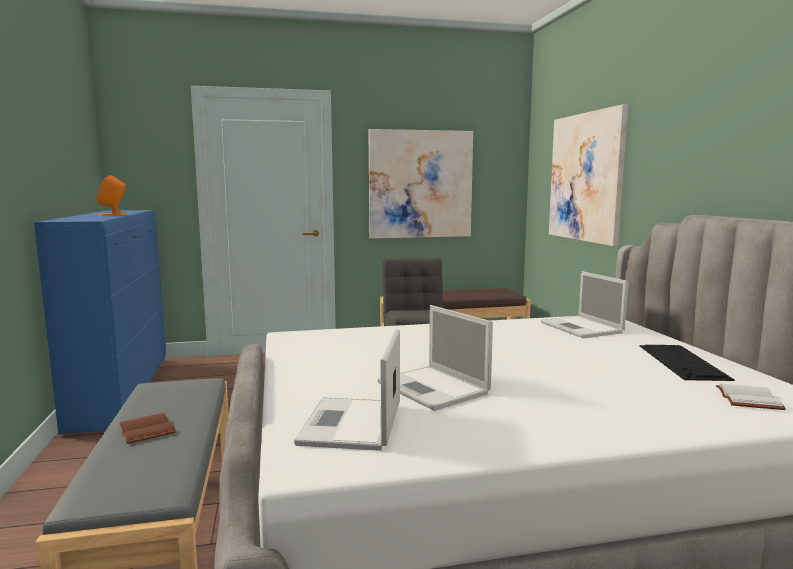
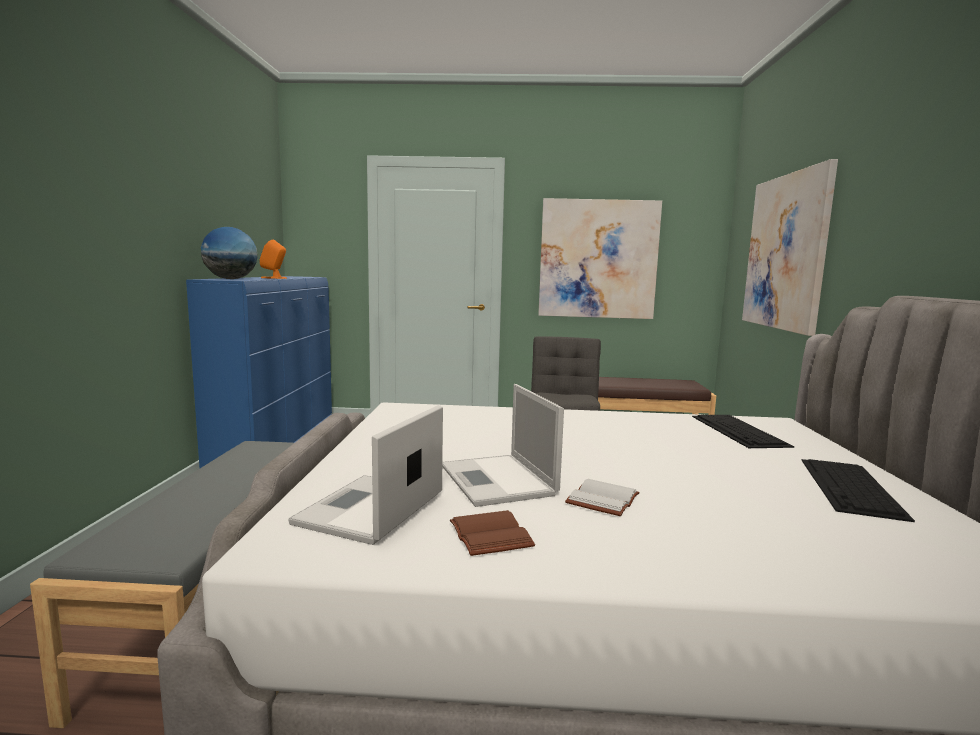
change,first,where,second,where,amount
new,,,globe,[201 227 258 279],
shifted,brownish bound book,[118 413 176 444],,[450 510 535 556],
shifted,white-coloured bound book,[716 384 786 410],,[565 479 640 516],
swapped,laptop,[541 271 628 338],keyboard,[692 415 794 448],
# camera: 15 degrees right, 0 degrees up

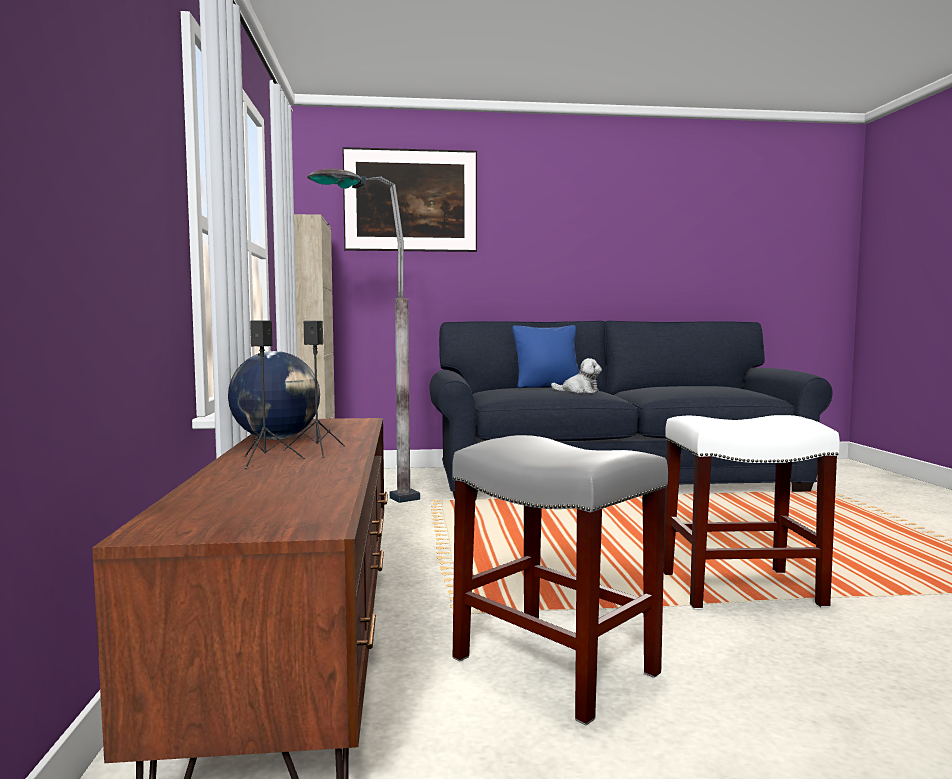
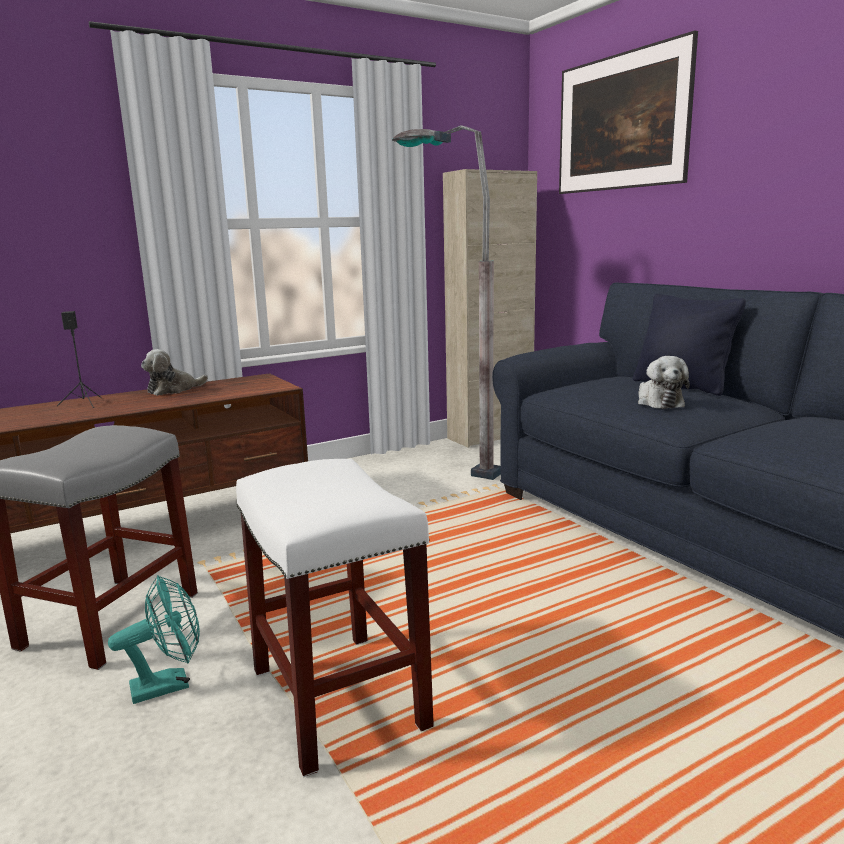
change,first,where,second,where,amount
new,,,turquoise cooling fan,[108 575 200 704],
swapped,globe,[228 351 320 440],cuddly toy,[141 349 208 396],
repainted,blue pillow,[512 325 579 388],blackish pillow,[633 294 746 396],
gone,blackish speaker,[284 321 345 458],,,
# camera: 65 degrees right, 10 degrees up

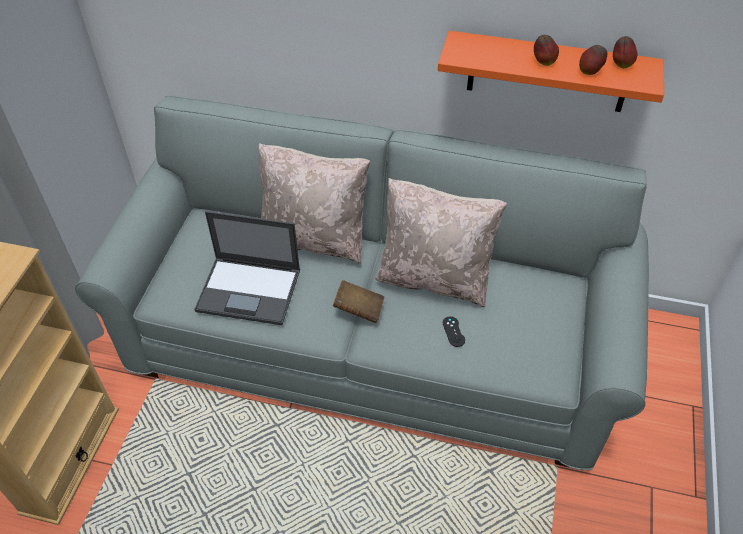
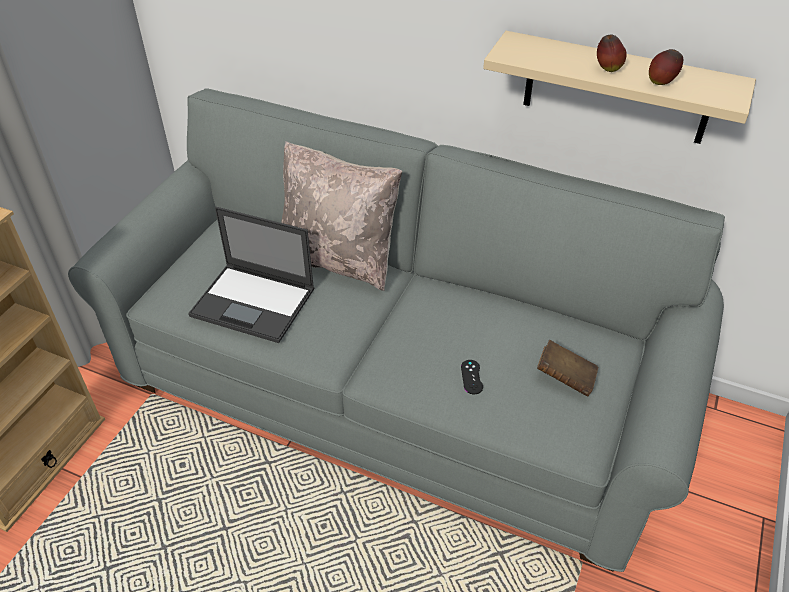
change,first,where,second,where,amount
repainted,orange-coloured bracket shelf,[438 31 664 112],beige bracket shelf,[483 31 756 144],
shifted,brownish bound book,[333 280 384 323],,[537 340 598 397],
gone,beige pillow,[375 178 507 307],,,
gone,apple fruit,[613 36 638 68],,,
# camera: 10 degrees right, 5 degrees down

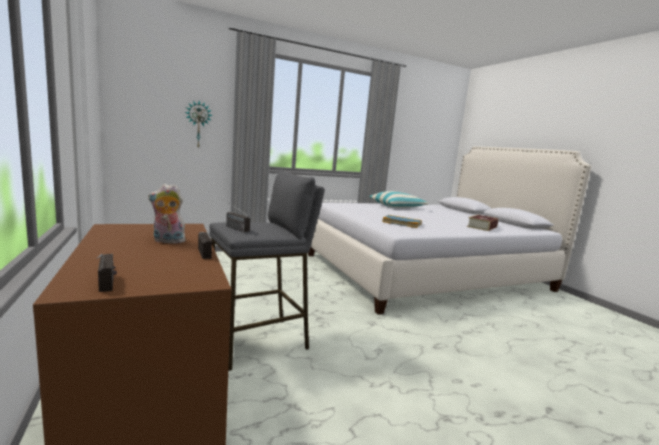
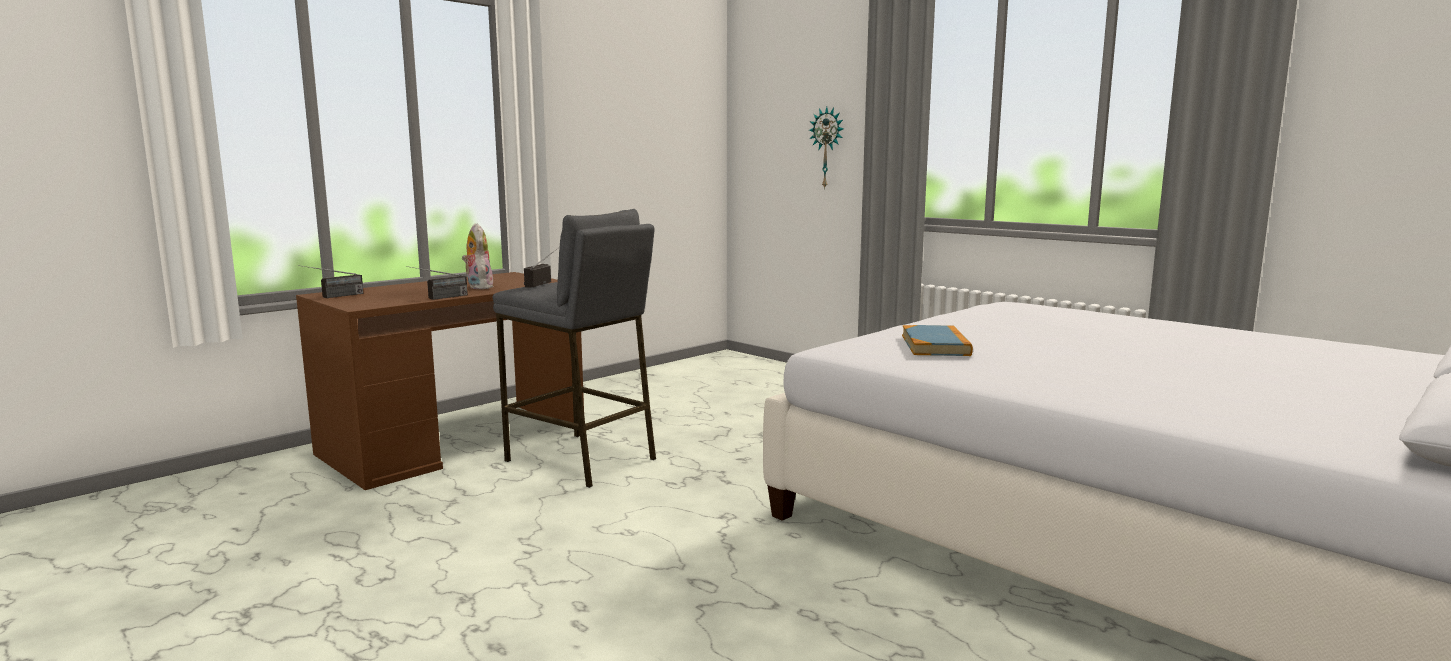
change,first,where,second,where,amount
gone,pillow,[370 191 429 208],,,
gone,bound book,[467 215 498 231],,,
# camera: 70 degrees right, 0 degrees up

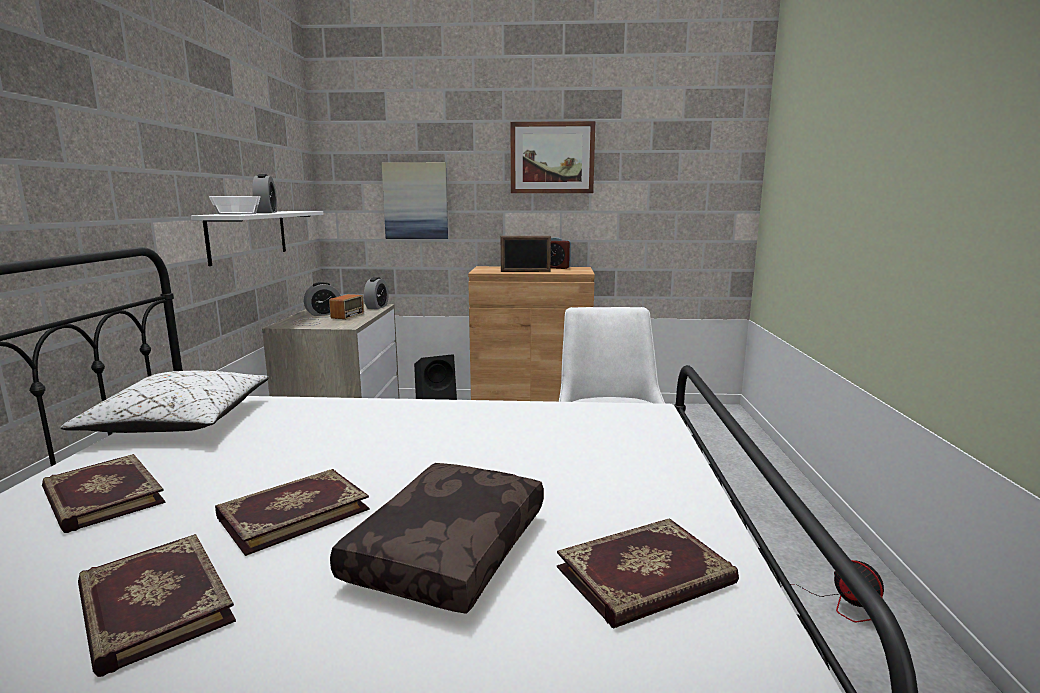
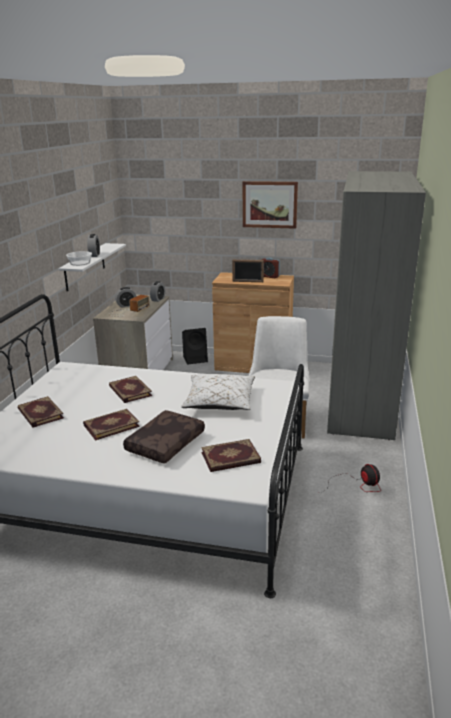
change,first,where,second,where,amount
shifted,bound book,[78 534 236 677],,[109 376 152 403],
shifted,white-coloured pillow,[60 370 269 433],,[181 374 255 410],
new,,,greyish armoire,[327 171 426 440],
gone,picture,[382 162 448 239],,,
# camera: 10 degrees right, 10 degrees up

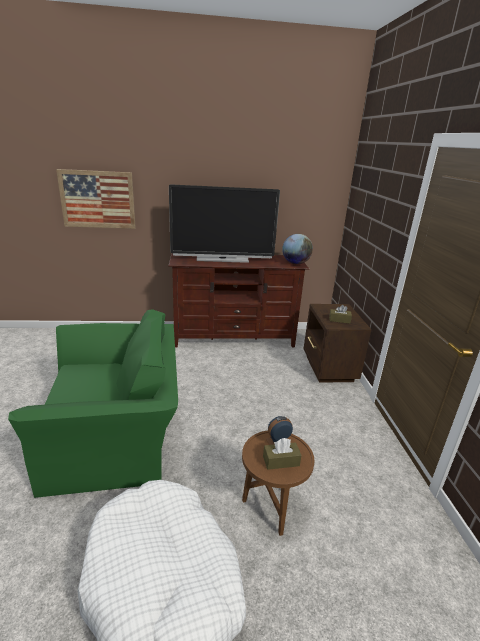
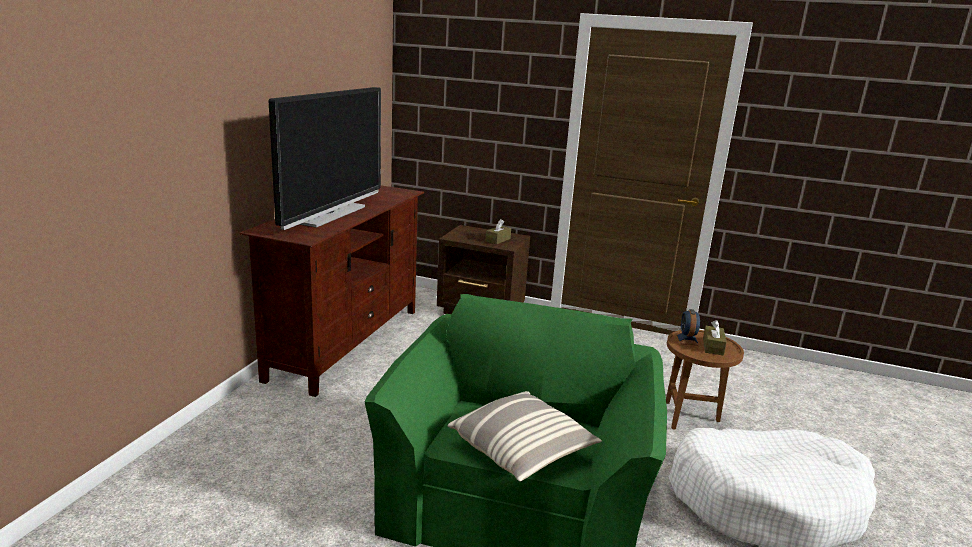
change,first,where,second,where,amount
new,,,pillow,[448 391 602 481],
gone,picture,[56 169 136 229],,,
gone,globe,[282 234 313 264],,,
# camera: 65 degrees left, 5 degrees down

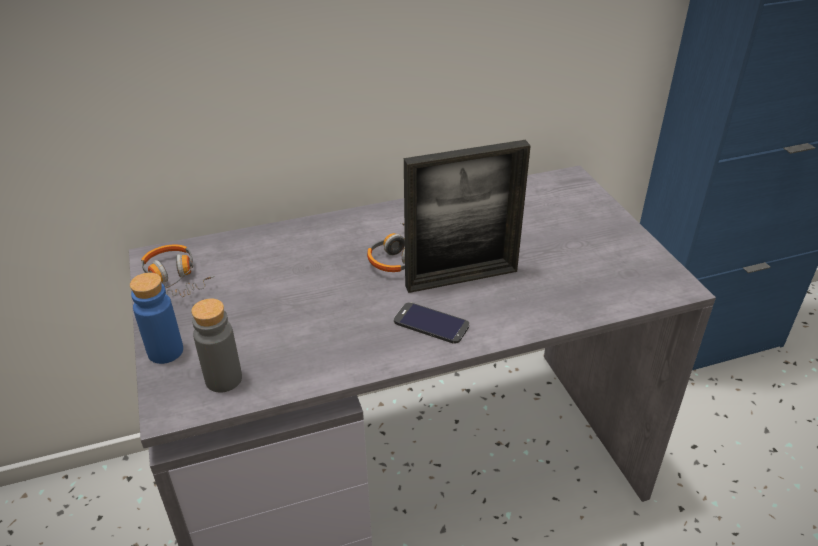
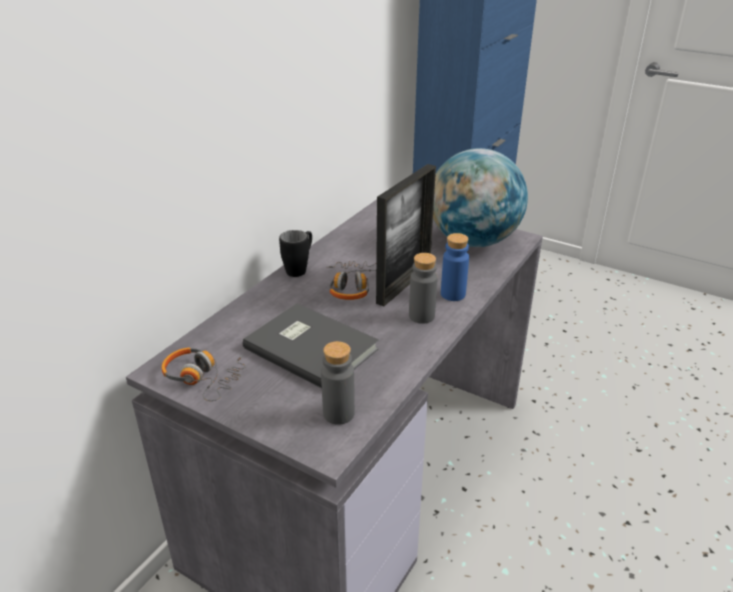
change,first,where,second,where,amount
new,,,greyish bound book,[243 303 379 388],
new,,,blackish tea mug,[279 230 312 277],
swapped,phone,[394 302 469 344],greyish beverage bottle,[409 253 438 324],
new,,,globe,[433 148 528 247],
shifted,blue beverage bottle,[130 272 183 364],,[441 233 469 301],
# camera: 40 degrees left, 5 degrees down

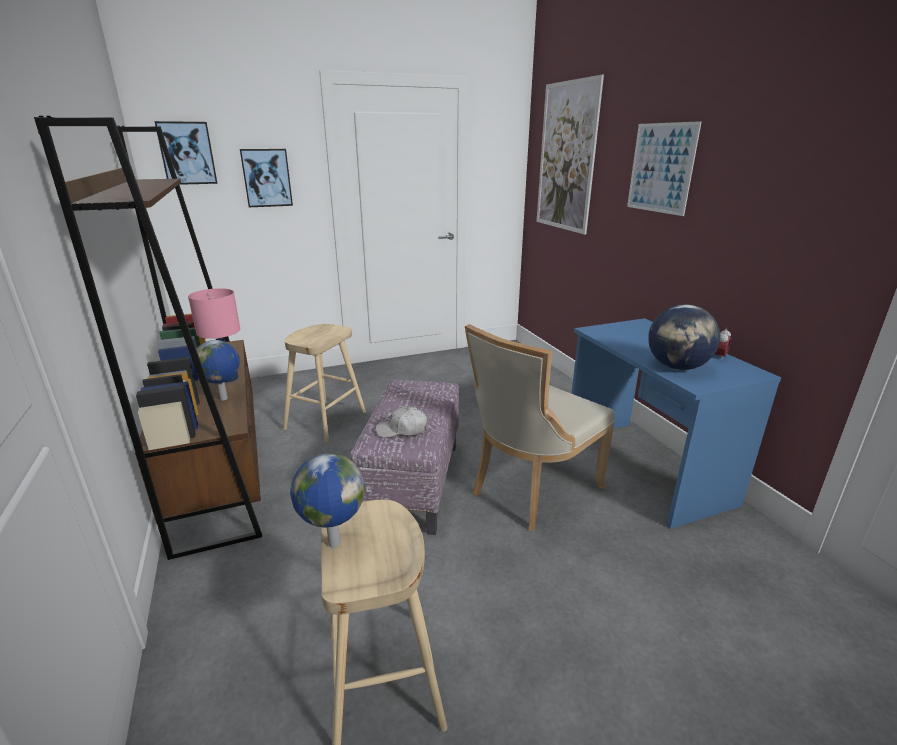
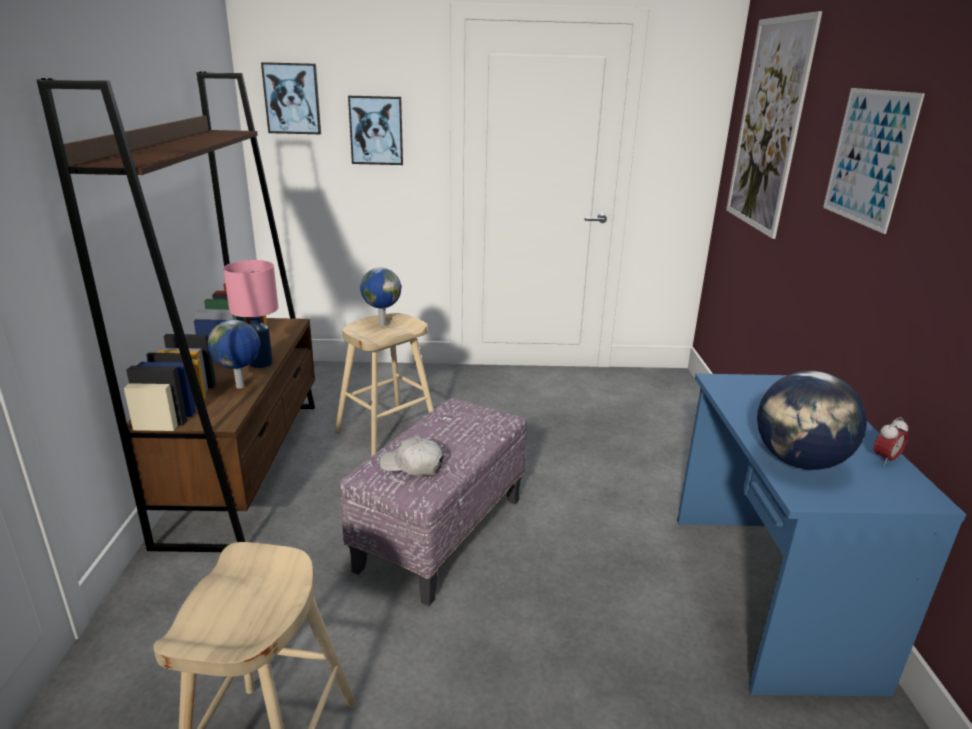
change,first,where,second,where,amount
shifted,globe,[290 453 365 548],,[360 268 401 326],
gone,beige plain chair,[465 324 615 531],,,
# camera: 20 degrees right, 0 degrees up

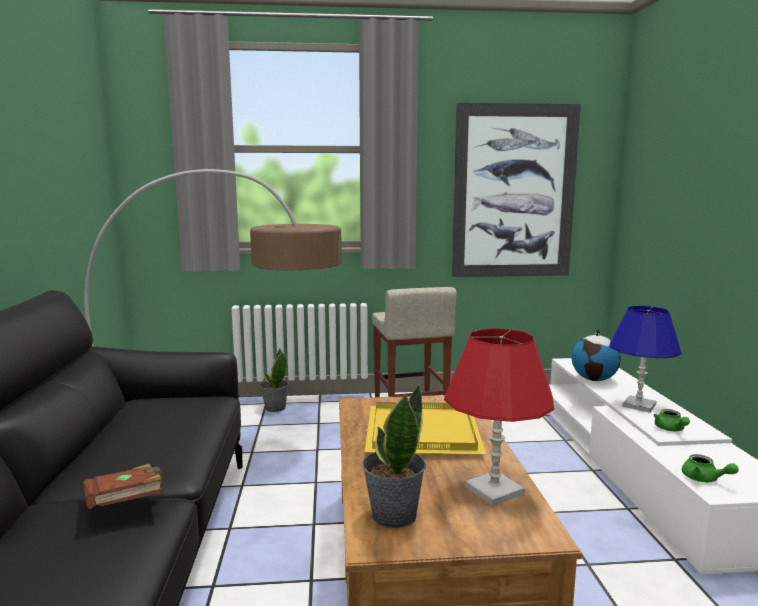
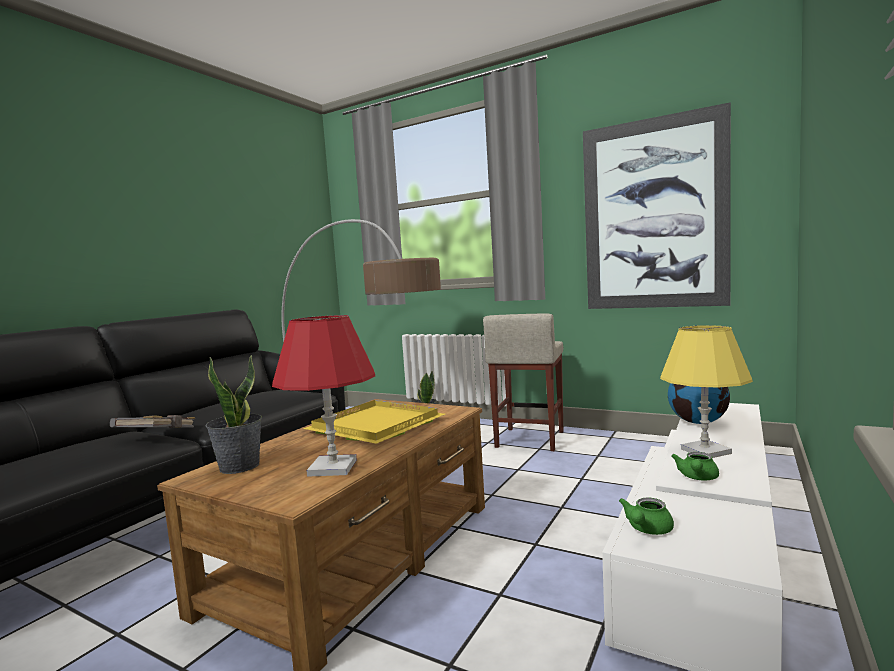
change,first,where,second,where,amount
repainted,brownish bound book,[83 464 163 509],greyish bound book,[110 415 195 428],
rotated,green teapot,[682 454 739 482],,[619 497 674 535],45 degrees clockwise
repainted,blue lamp for a table,[610 306 682 412],yellowish lamp for a table,[660 325 753 458],
# camera: 35 degrees right, 5 degrees down

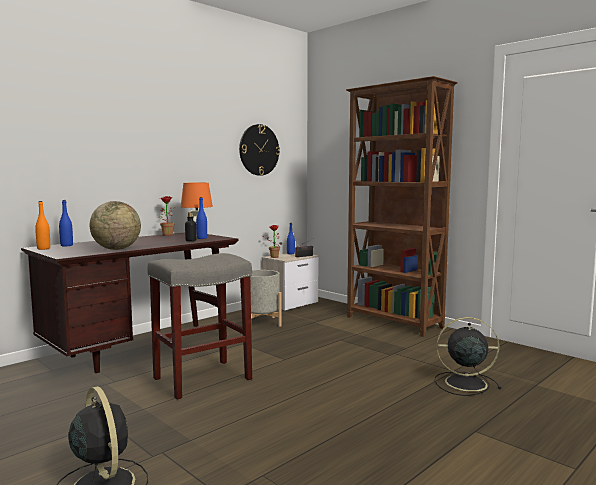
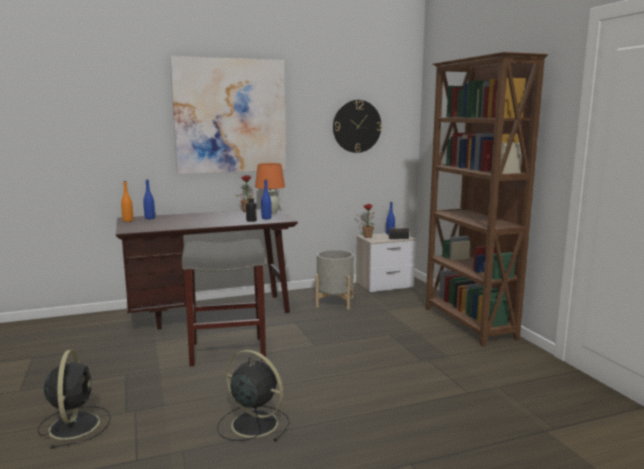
change,first,where,second,where,amount
new,,,picture,[170 56 286 174],
shifted,blackish cooling fan,[435 317 501 396],,[217 350 290 442],
gone,globe,[90 201 141 250],,,
# camera: 25 degrees right, 5 degrees up

